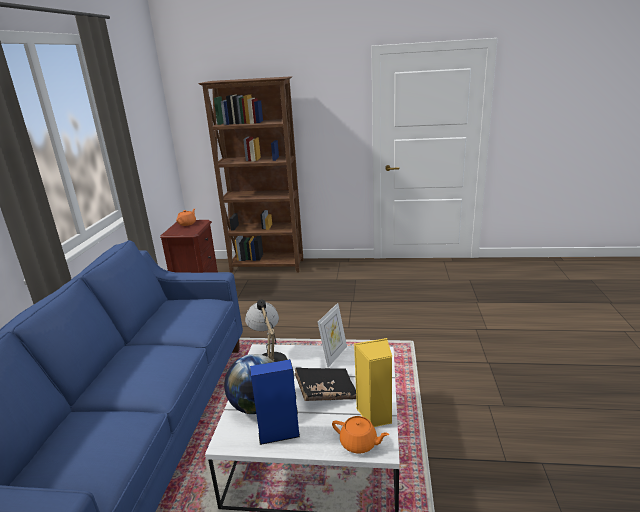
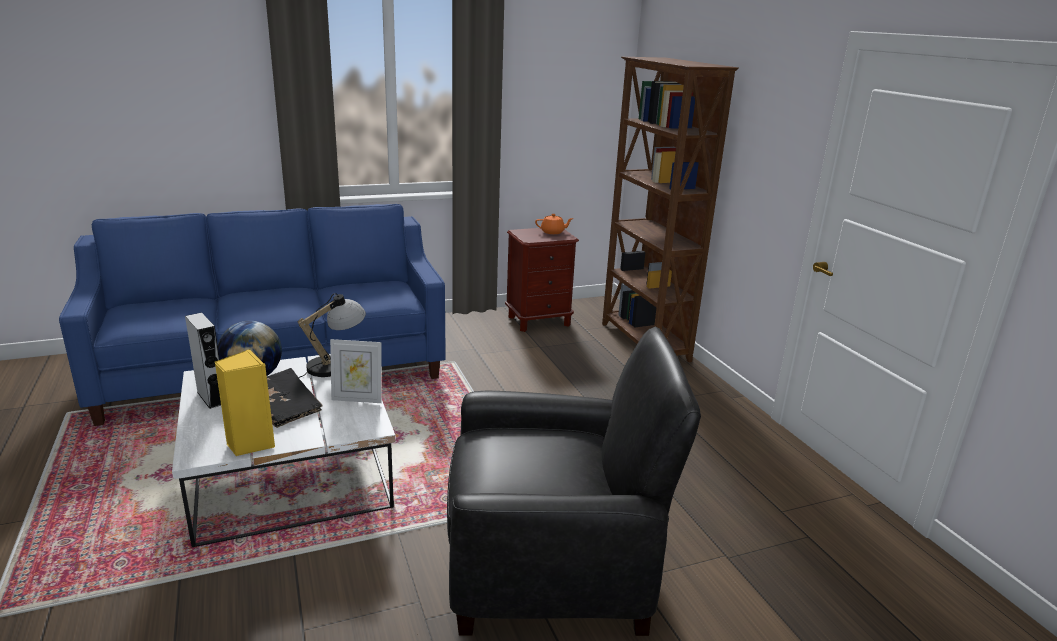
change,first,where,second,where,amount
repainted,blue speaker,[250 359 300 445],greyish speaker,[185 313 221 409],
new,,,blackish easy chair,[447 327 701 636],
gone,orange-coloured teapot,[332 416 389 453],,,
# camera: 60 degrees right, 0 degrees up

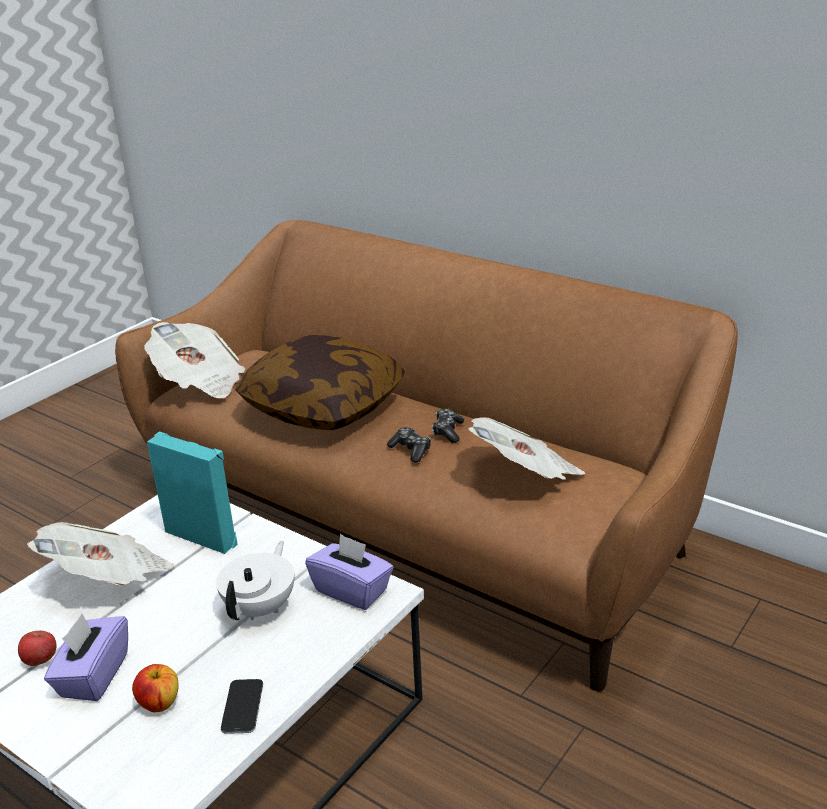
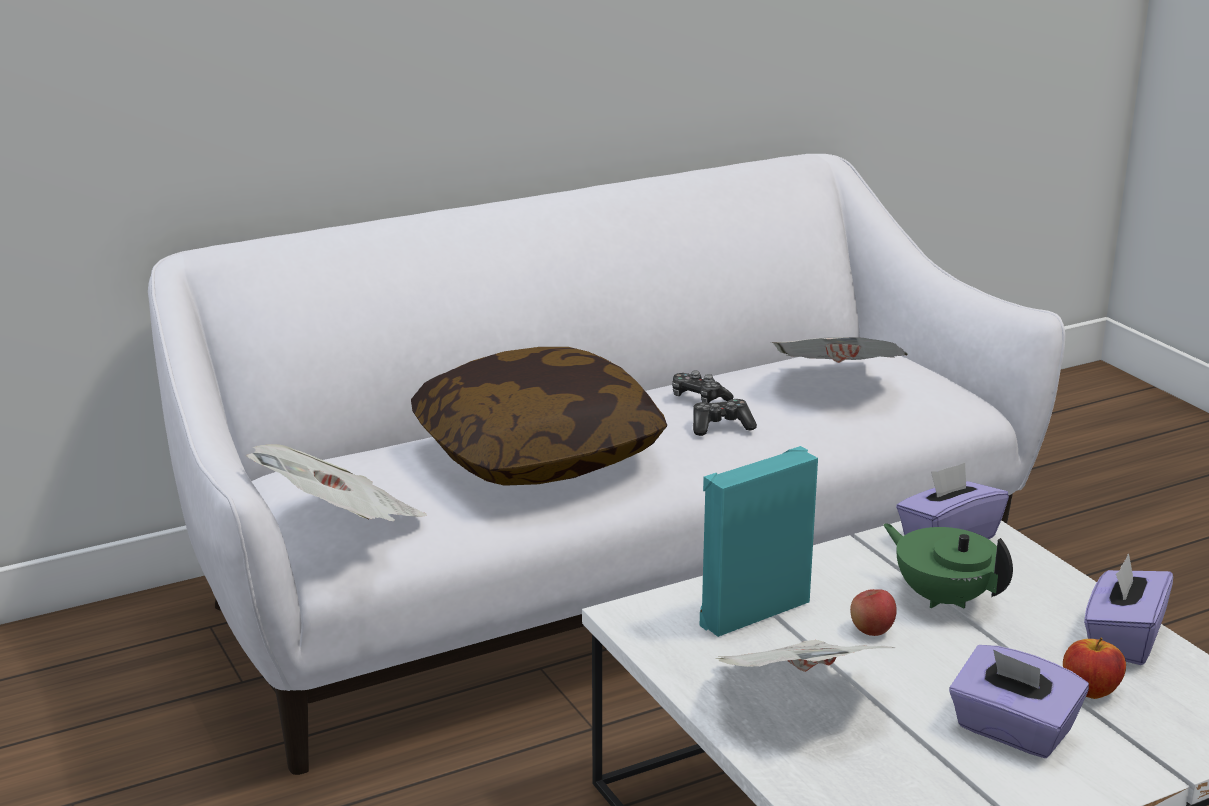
change,first,where,second,where,amount
repainted,brownish couch,[115 220 738 691],white-coloured couch,[148 154 1065 775],
shifted,apple fruit,[18 631 56 666],,[850 589 897 636],
repainted,white-coloured teapot,[216 541 294 620],green teapot,[883 523 1013 608],
swapped,phone,[221 679 263 734],purple-coloured tissue box,[1084 553 1173 665],
# camera: 65 degrees left, 5 degrees down

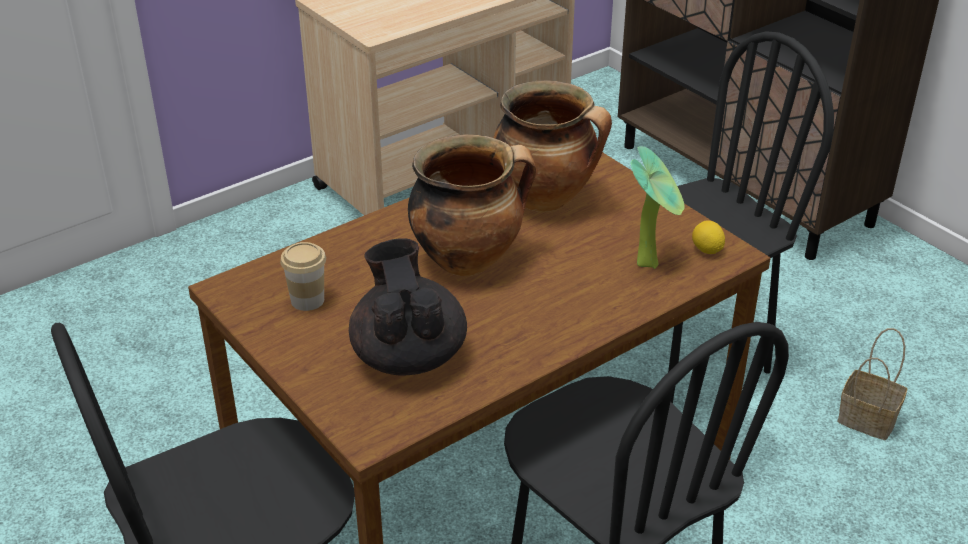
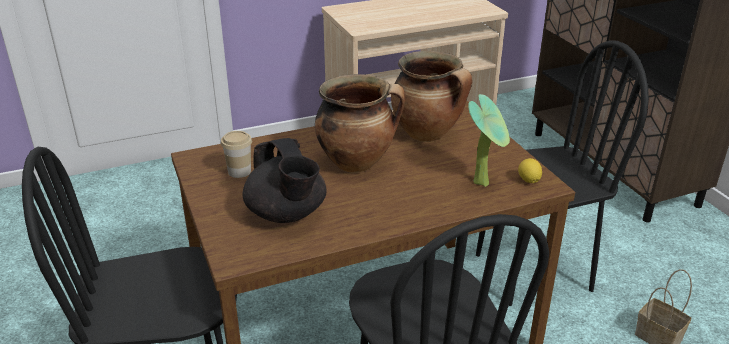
change,first,where,second,where,amount
rotated,blackish teapot,[349 238 467 376],,[242 138 326 223],150 degrees clockwise
# camera: 15 degrees right, 5 degrees down

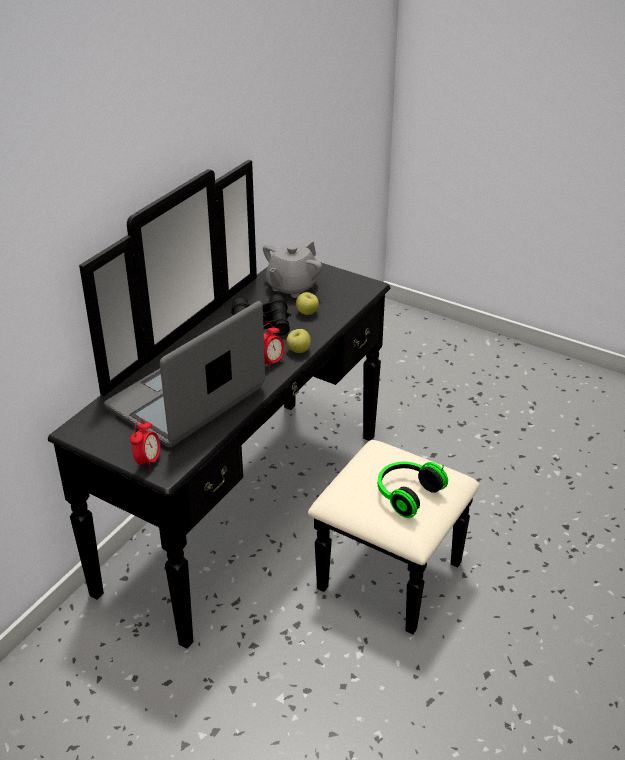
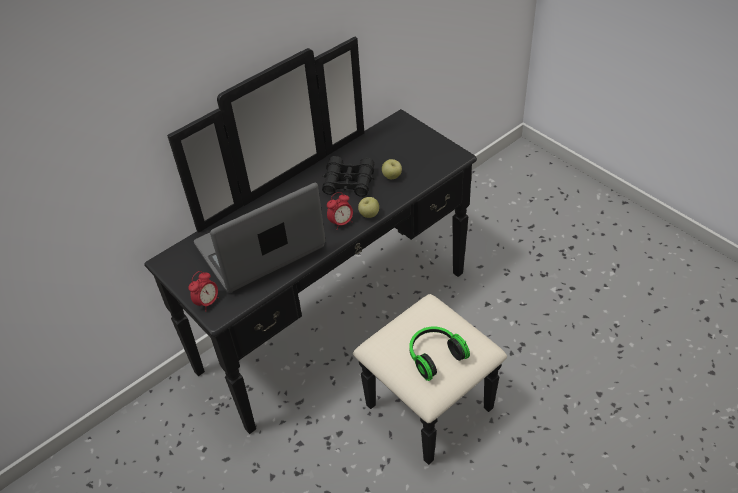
change,first,where,second,where,amount
gone,greyish teapot,[263 239 322 298],,,
# camera: 20 degrees right, 10 degrees up

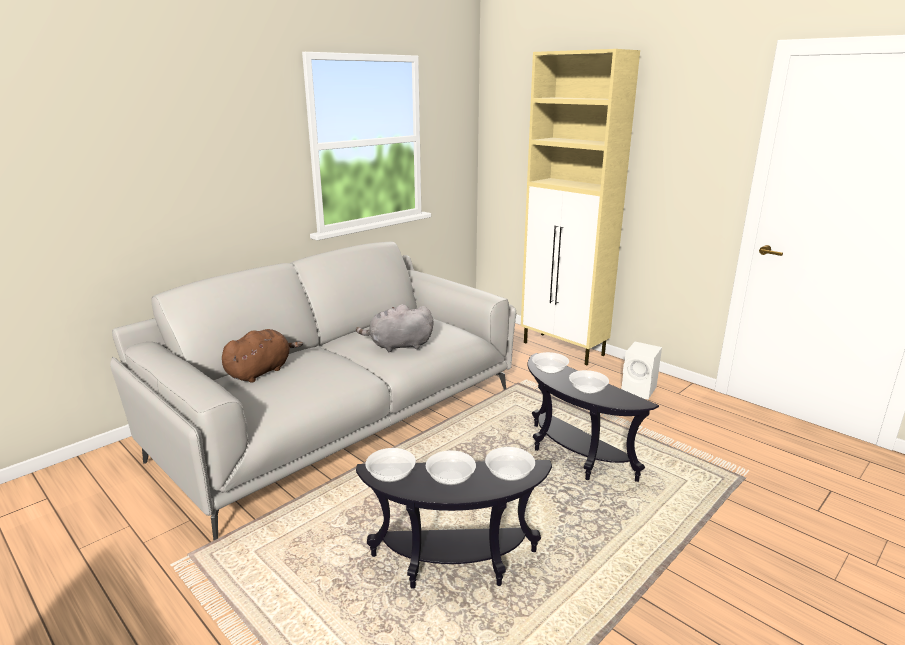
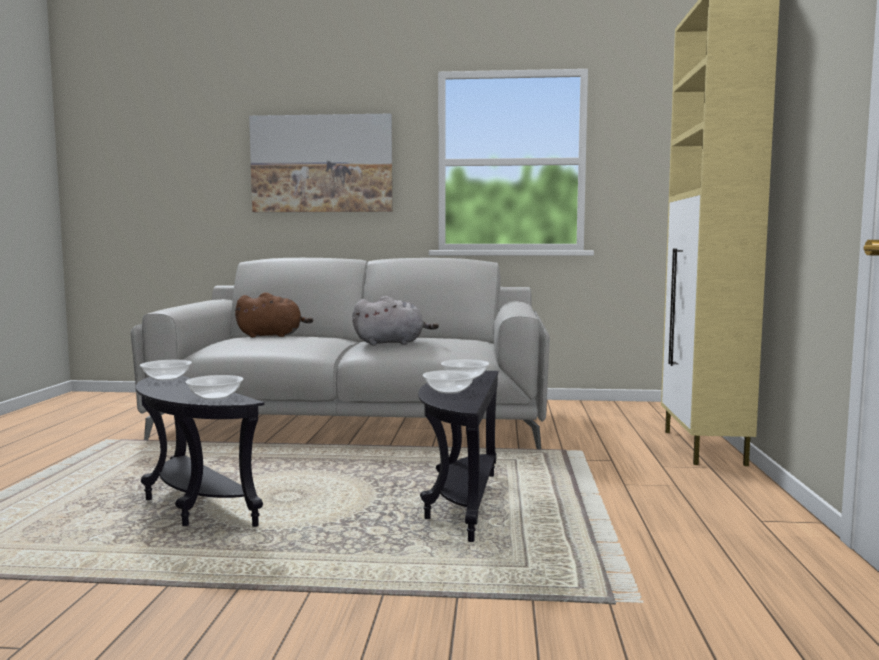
change,first,where,second,where,amount
new,,,picture,[249 114 392 212],
rotated,greyish cuddly toy,[356 304 433 352],,[352 296 439 345],135 degrees clockwise
gone,serving bowl,[426 450 476 485],,,
gone,white-coloured speaker,[621 342 662 400],,,
# camera: 50 degrees right, 15 degrees down

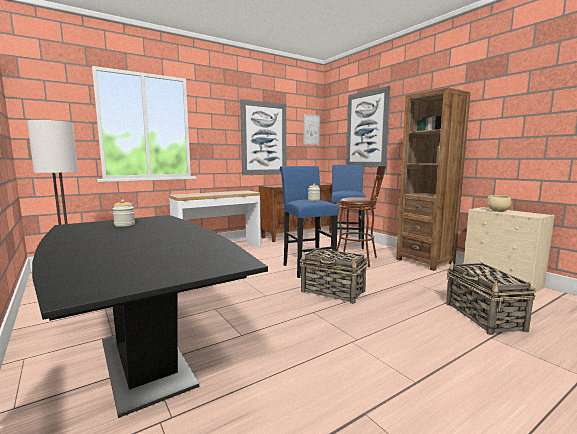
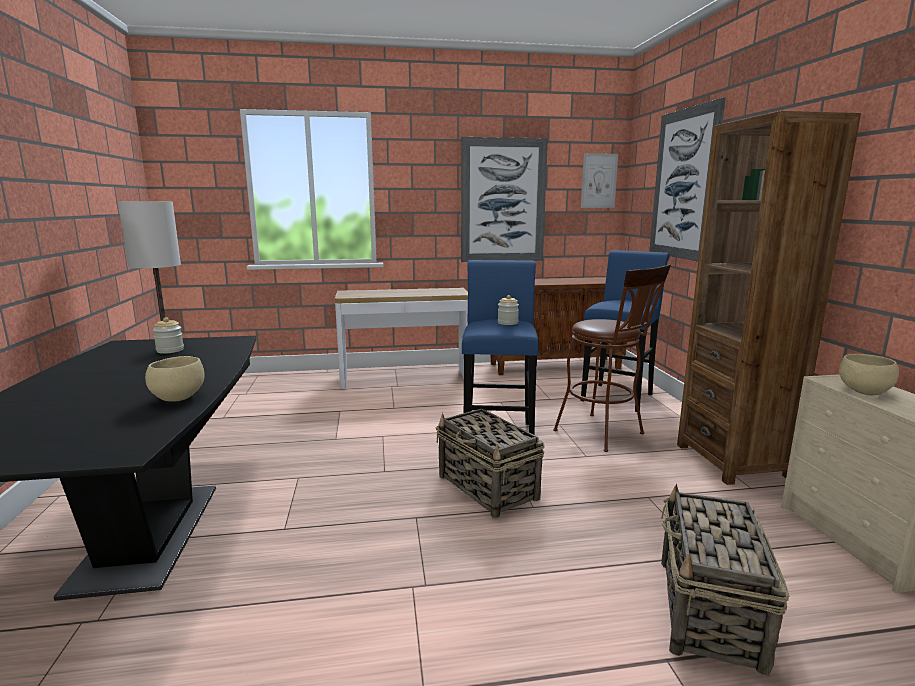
change,first,where,second,where,amount
new,,,beige serving bowl,[145 356 205 402],
# camera: 25 degrees right, 5 degrees up

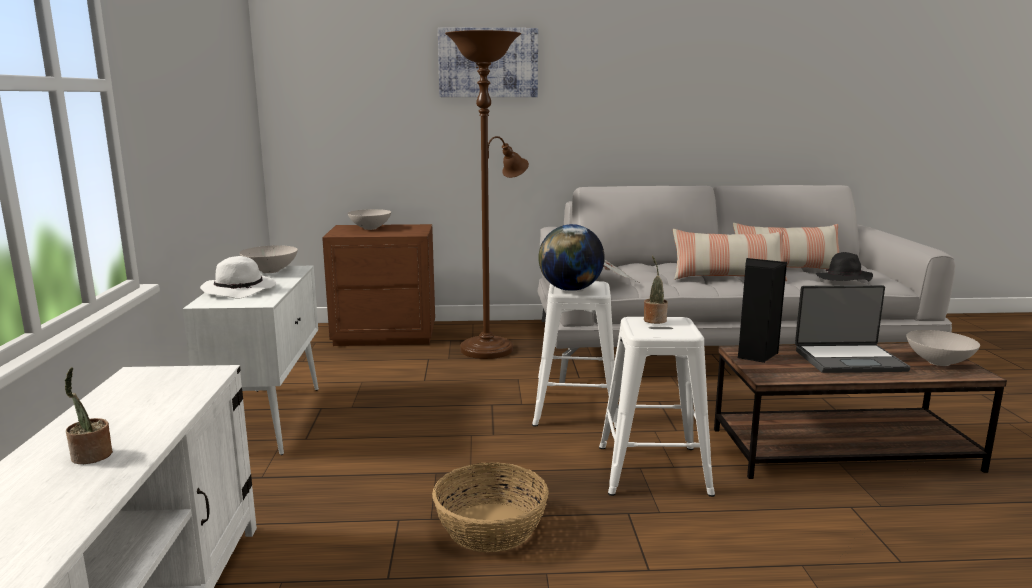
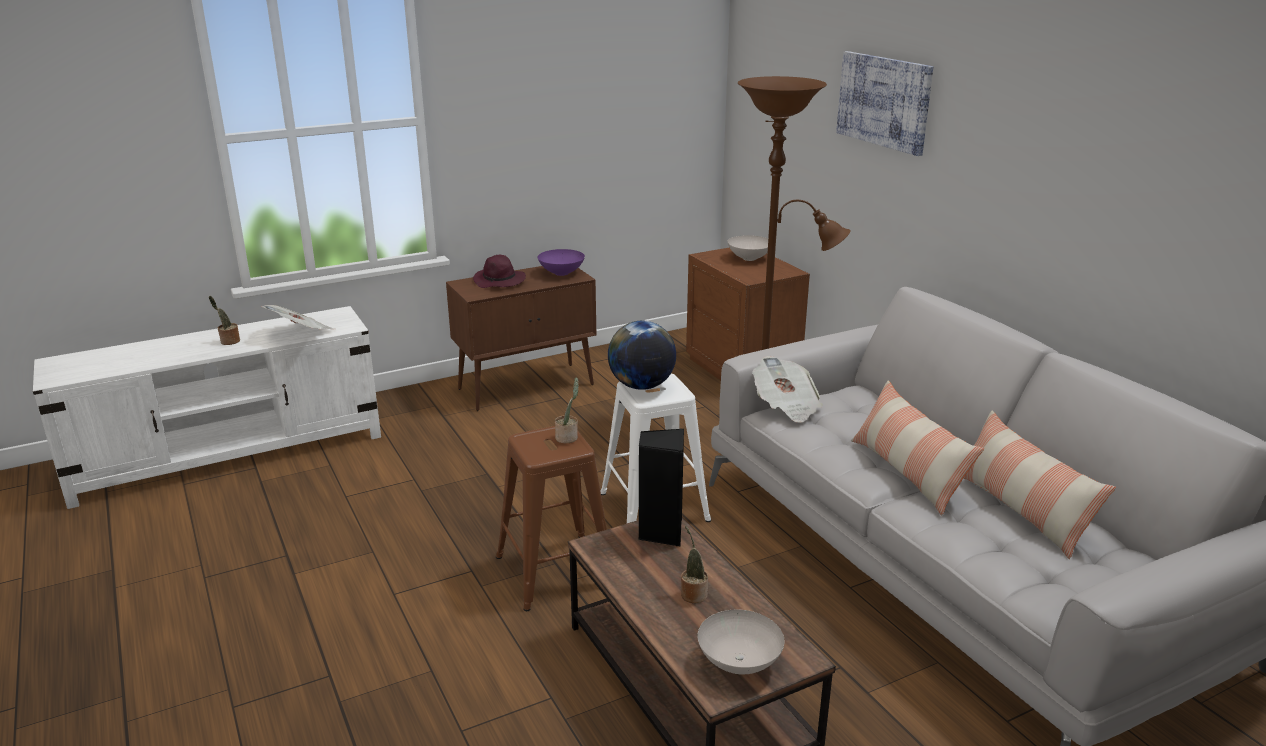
change,first,where,second,where,amount
new,,,printed paper,[261 305 334 330],
repainted,white-coloured storage cabinet,[183 266 319 455],brownish storage cabinet,[446 266 596 411],
repainted,white-coloured clothing hat,[200 256 276 299],purple-coloured clothing hat,[473 255 526 288],
repainted,white-coloured stool,[599 317 715 497],brownish stool,[496 426 607 611],
repainted,white-coloured serving bowl,[239 245 298 273],purple-coloured serving bowl,[538 249 585 276],
swapped,laptop,[795 285 910 373],plant in a pot,[681 526 708 603],
gone,household basket,[432 462 549 552],,,
gone,blackish clothing hat,[816 252 873 281],,,
# camera: 65 degrees right, 10 degrees up

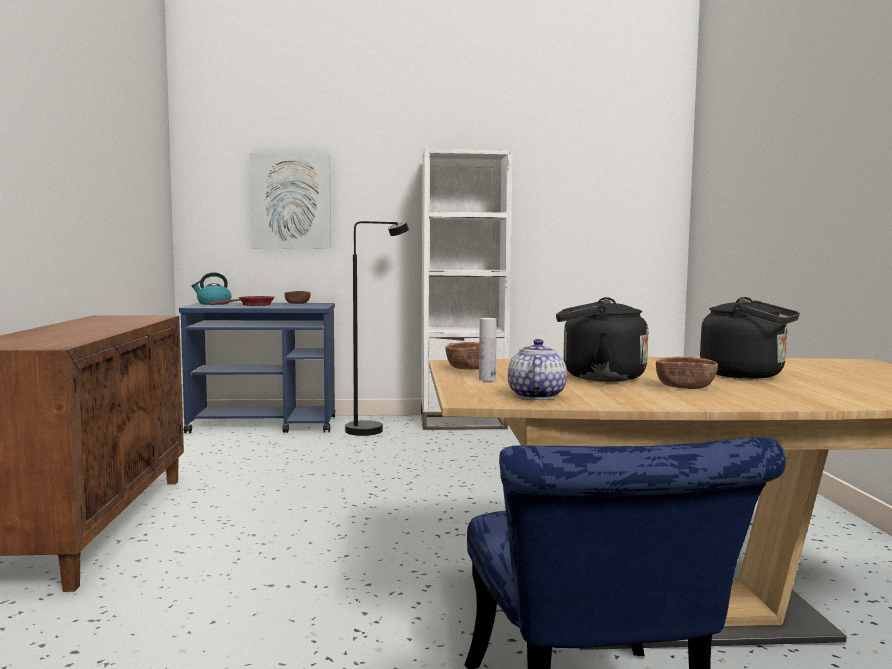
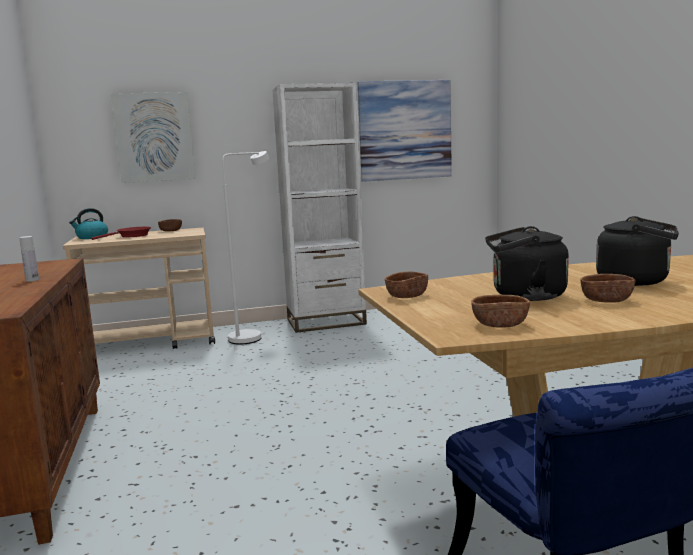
change,first,where,second,where,amount
shifted,white-coloured beverage bottle,[479 318 497 381],,[19 236 39 282],
repainted,blue trolley,[179 303 335 433],beige trolley,[63 228 215 349],
repainted,blackish standard lamp,[345 221 409 436],white-coloured standard lamp,[222 151 269 345],
new,,,picture,[358 80 452 182],
swapped,teapot,[508 339 567 400],brownish serving bowl,[472 295 530 327],
# camera: 10 degrees left, 5 degrees up

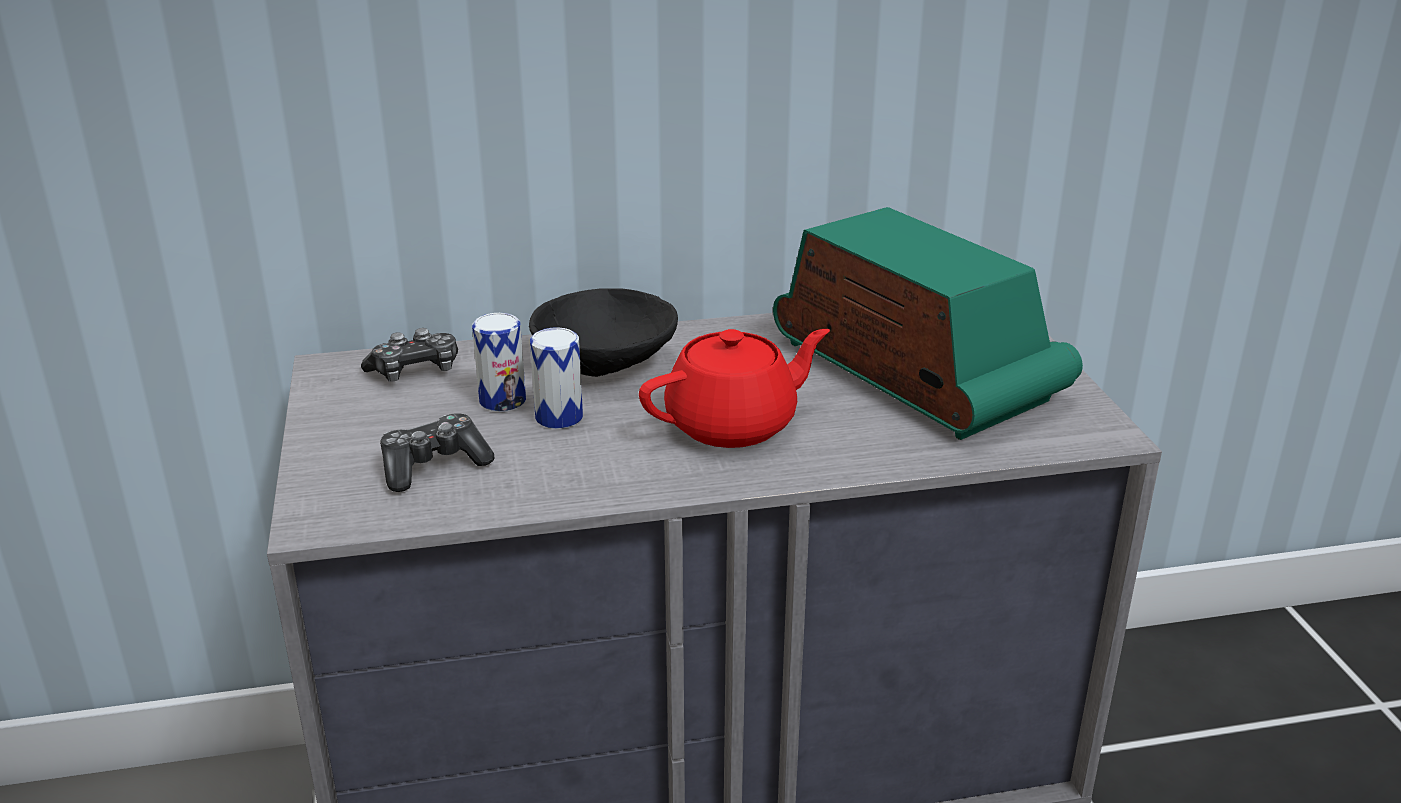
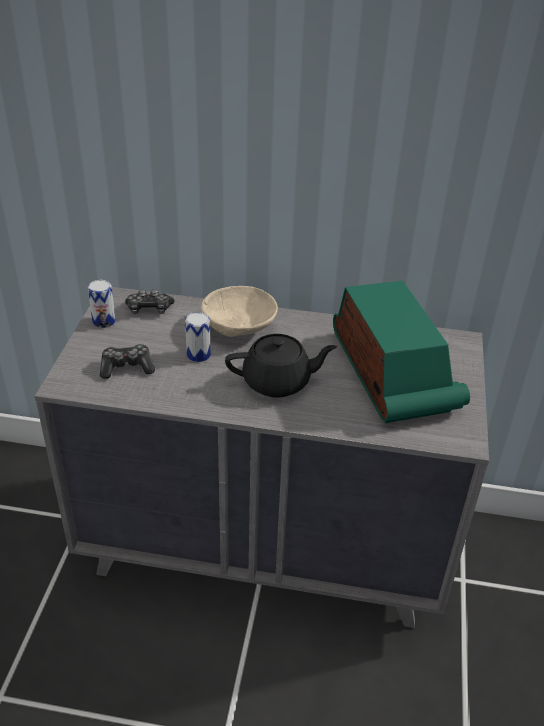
change,first,where,second,where,amount
shifted,metal can,[472 313 526 412],,[88 280 116 328],
repainted,blackish serving bowl,[529 288 678 377],beige serving bowl,[201 286 278 337],
repainted,reddish teapot,[639 329 830 448],blackish teapot,[225 334 337 397],
# camera: 20 degrees right, 10 degrees up

